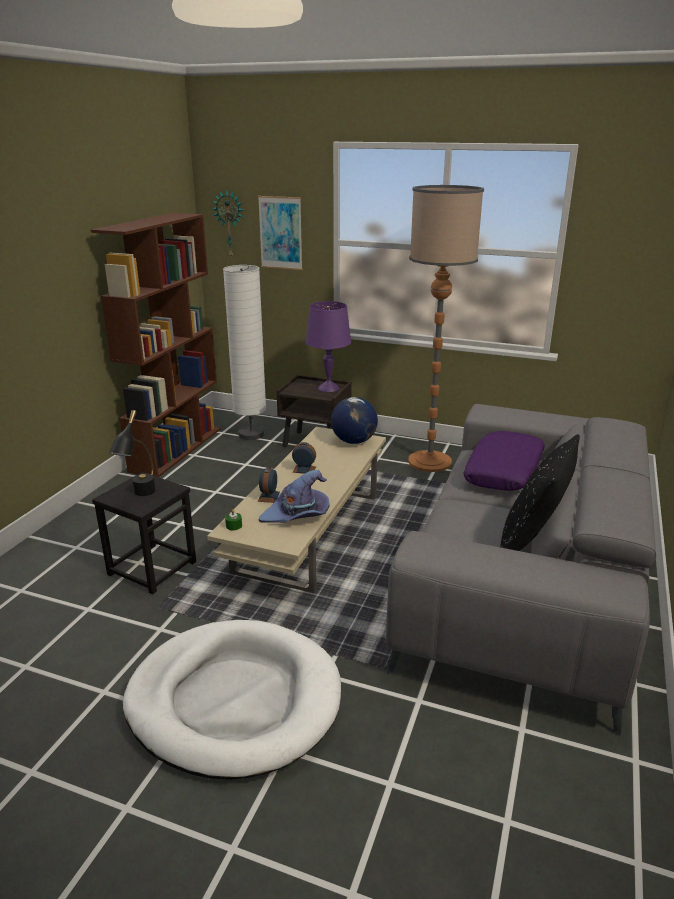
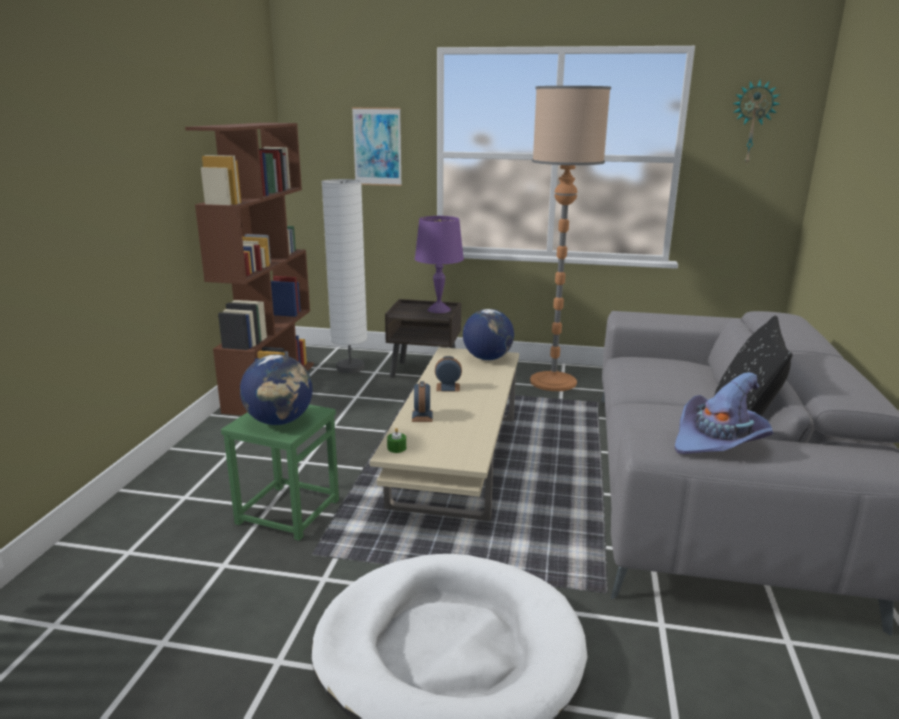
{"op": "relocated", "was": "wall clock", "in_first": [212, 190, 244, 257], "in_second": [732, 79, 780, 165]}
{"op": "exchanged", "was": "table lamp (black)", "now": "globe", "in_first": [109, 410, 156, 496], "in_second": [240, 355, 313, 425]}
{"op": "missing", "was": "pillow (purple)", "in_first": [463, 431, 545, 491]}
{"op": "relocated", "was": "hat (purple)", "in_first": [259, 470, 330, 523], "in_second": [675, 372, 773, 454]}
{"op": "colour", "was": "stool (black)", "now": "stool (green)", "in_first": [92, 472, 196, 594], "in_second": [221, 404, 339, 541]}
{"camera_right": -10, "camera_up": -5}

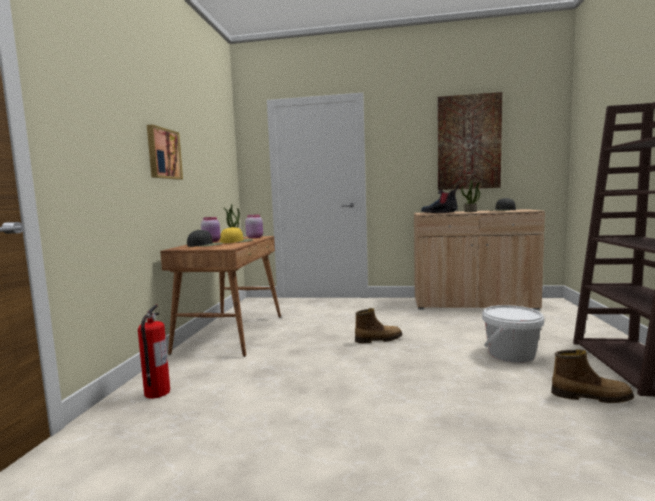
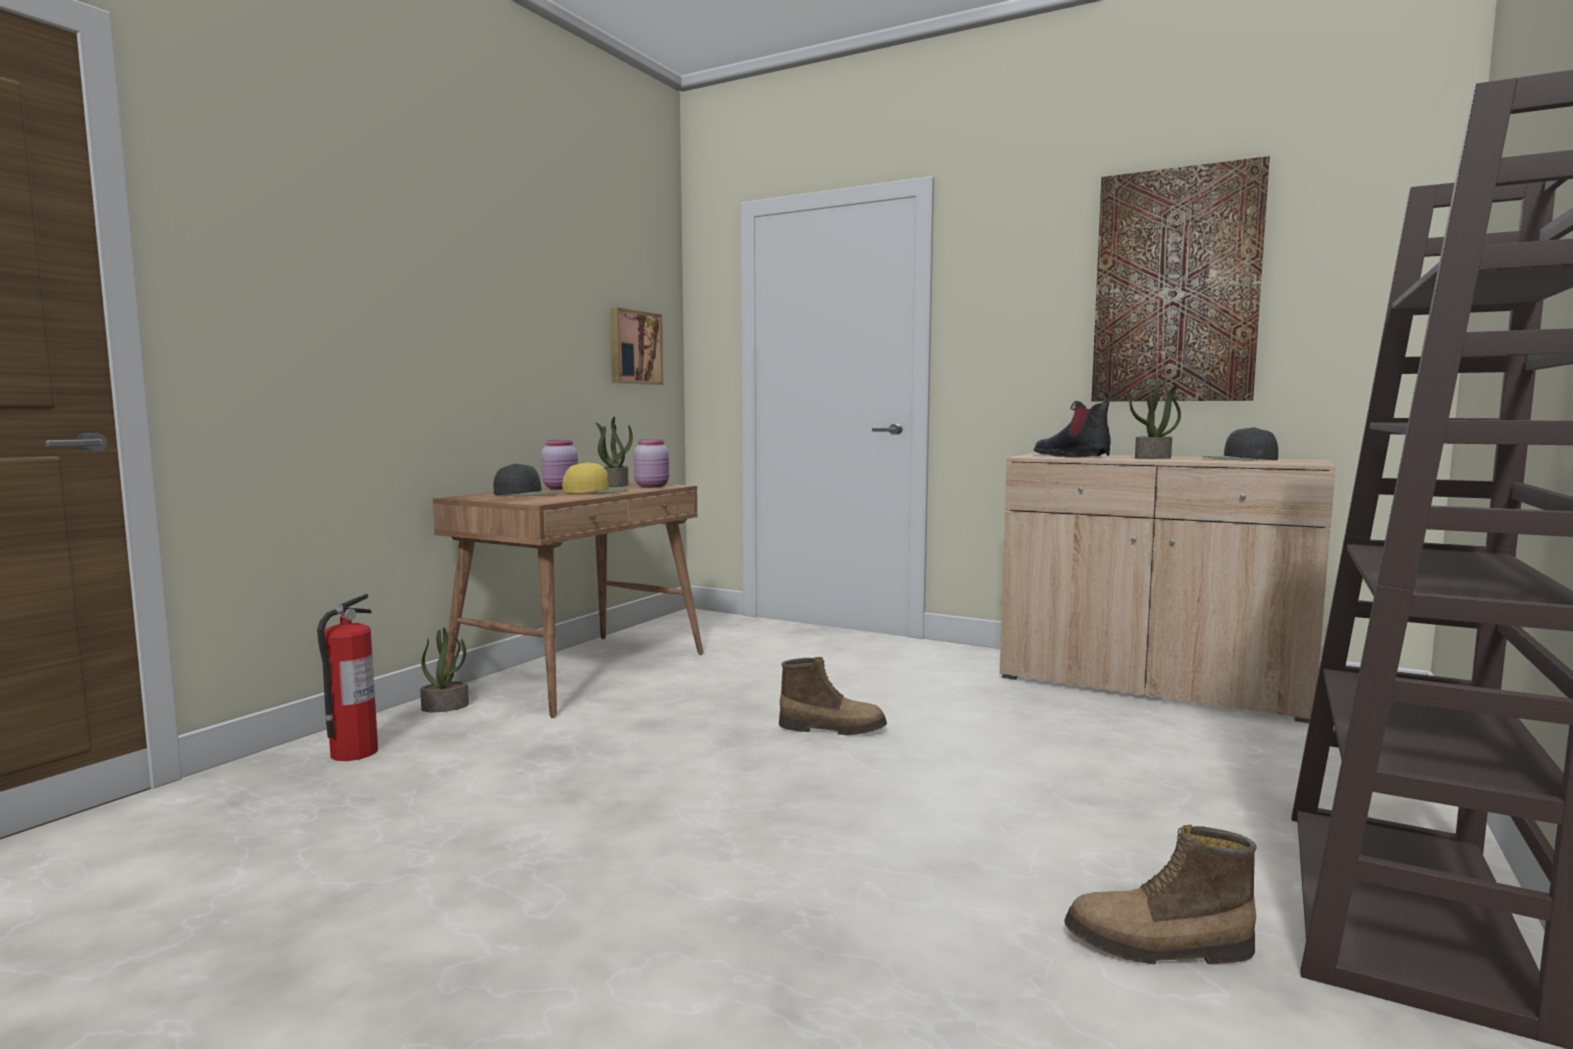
{"op": "relocated", "was": "picture", "in_first": [147, 124, 183, 180], "in_second": [610, 307, 663, 385]}
{"op": "missing", "was": "bucket (white)", "in_first": [482, 305, 544, 363]}
{"op": "spun", "was": "boot", "in_first": [551, 349, 634, 403], "in_second": [1064, 825, 1256, 965], "clockwise": 150}
{"op": "appeared", "now": "potted plant", "in_second": [420, 627, 469, 712]}
{"camera_right": 20, "camera_up": 0}

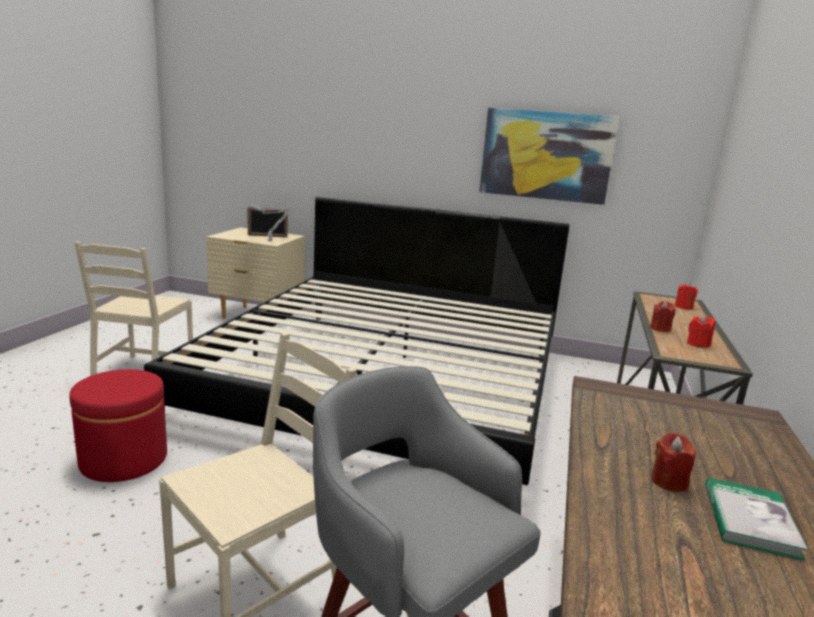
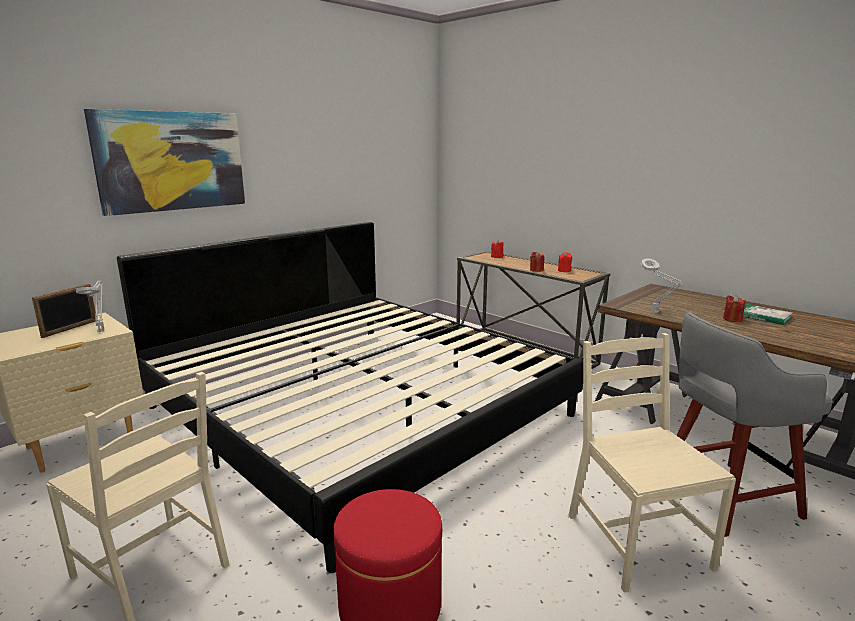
{"op": "relocated", "was": "picture", "in_first": [479, 108, 619, 205], "in_second": [84, 109, 245, 216]}
{"op": "appeared", "now": "table lamp (grey)", "in_second": [641, 258, 681, 313]}
{"camera_right": -60, "camera_up": 0}

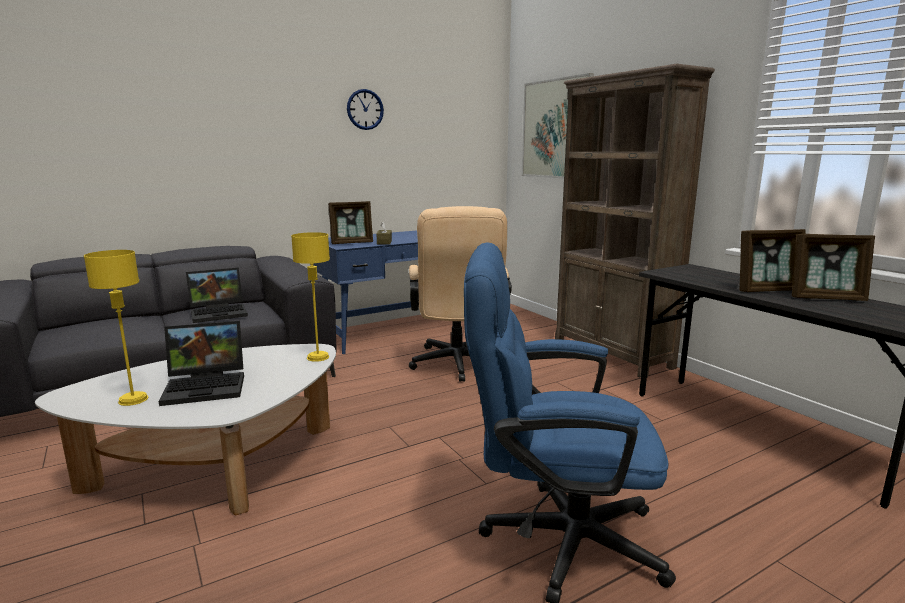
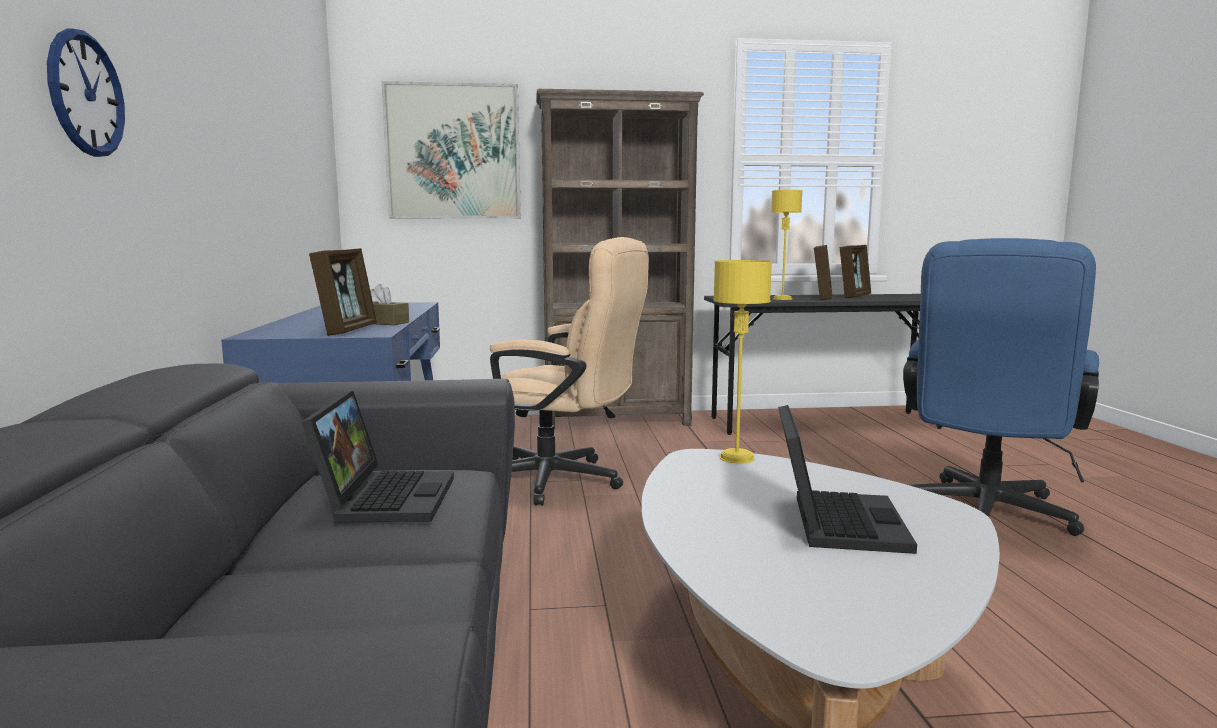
{"op": "relocated", "was": "wall clock", "in_first": [347, 89, 384, 130], "in_second": [47, 28, 125, 157]}
{"op": "relocated", "was": "table lamp (yellow)", "in_first": [84, 250, 148, 406], "in_second": [771, 190, 803, 300]}
{"camera_right": -65, "camera_up": -5}

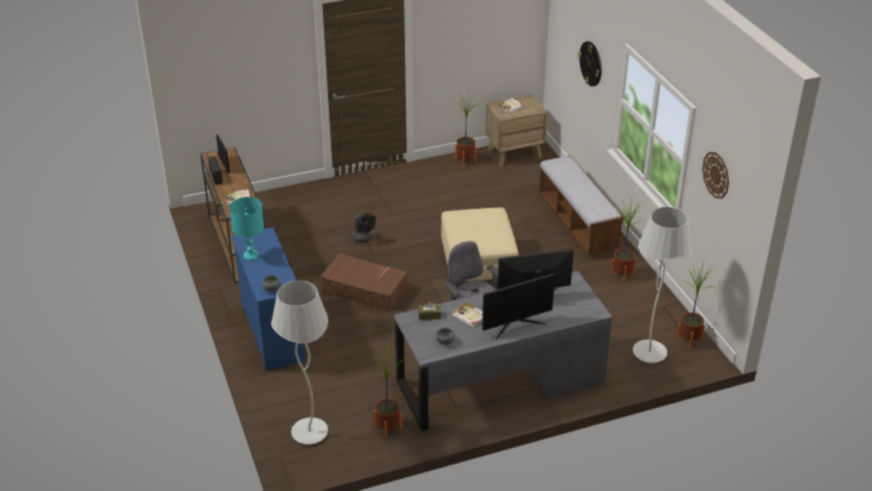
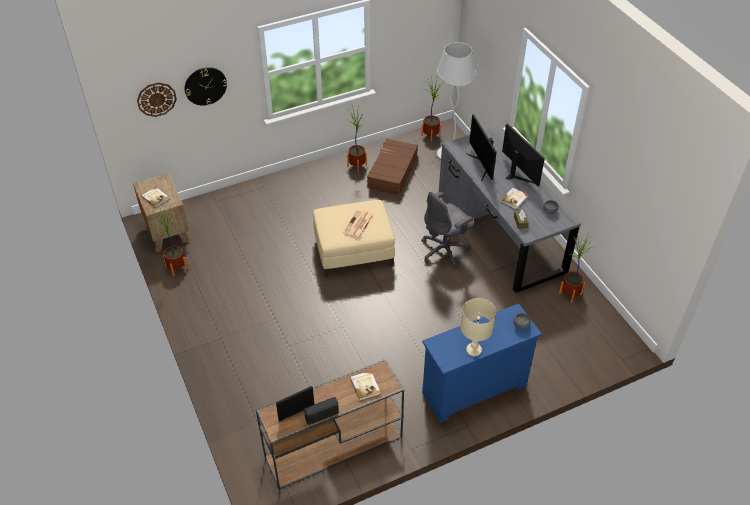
{"op": "relocated", "was": "wall clock", "in_first": [702, 152, 729, 199], "in_second": [137, 82, 177, 117]}
{"op": "missing", "was": "bench", "in_first": [539, 156, 624, 257]}
{"op": "colour", "was": "table lamp (turquoise)", "now": "table lamp (beige)", "in_first": [229, 197, 264, 261], "in_second": [461, 298, 496, 356]}
{"op": "missing", "was": "fan (black)", "in_first": [353, 213, 376, 243]}
{"op": "relocated", "was": "suitcase (brown)", "in_first": [320, 253, 408, 311], "in_second": [366, 138, 418, 196]}
{"op": "missing", "was": "floor lamp (white)", "in_first": [271, 281, 328, 445]}
{"op": "appeared", "now": "newspaper", "in_second": [343, 210, 374, 238]}
{"camera_right": -95, "camera_up": 10}

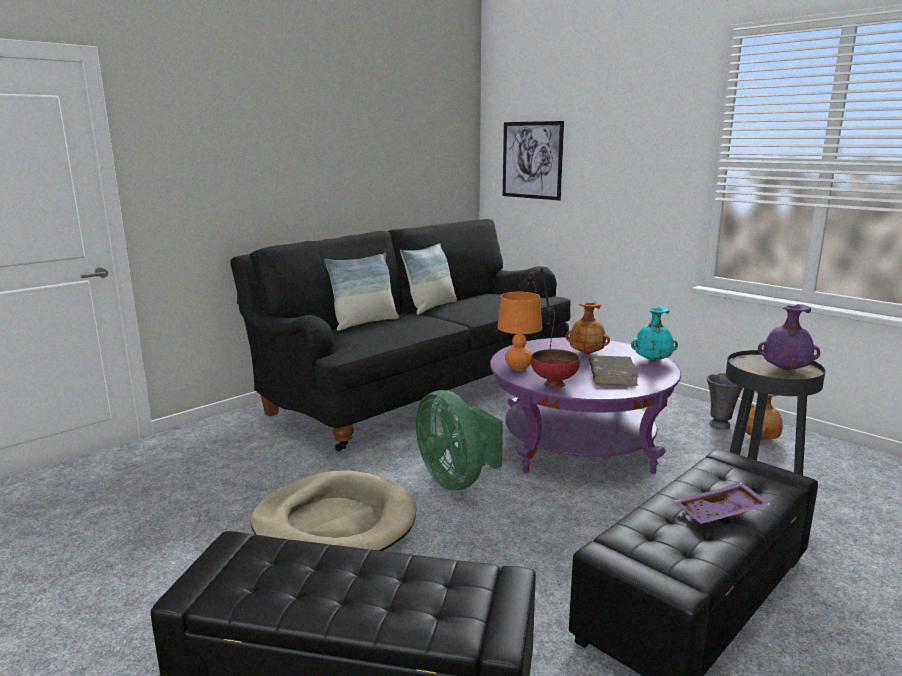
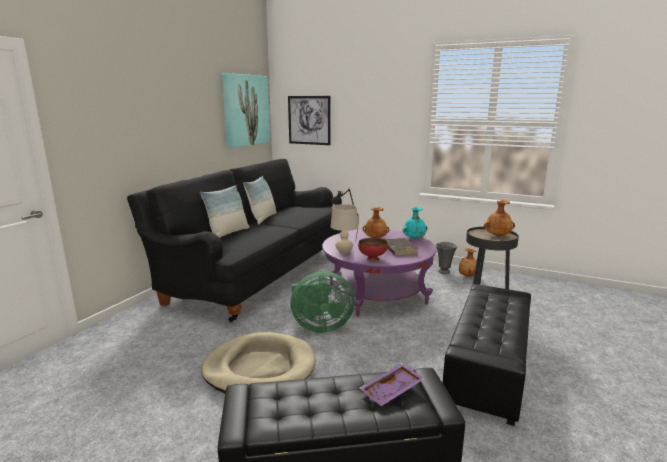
{"op": "colour", "was": "table lamp (orange)", "now": "table lamp (beige)", "in_first": [497, 292, 542, 371], "in_second": [331, 204, 358, 254]}
{"op": "colour", "was": "vase (purple)", "now": "vase (brown)", "in_first": [758, 304, 820, 370], "in_second": [484, 200, 515, 236]}
{"op": "spun", "was": "fan (green)", "in_first": [416, 390, 503, 490], "in_second": [291, 272, 355, 333], "clockwise": -45}
{"op": "relocated", "was": "tray (purple)", "in_first": [675, 482, 771, 524], "in_second": [360, 363, 425, 406]}
{"op": "appeared", "now": "picture", "in_second": [222, 73, 270, 148]}
{"camera_right": -20, "camera_up": 0}

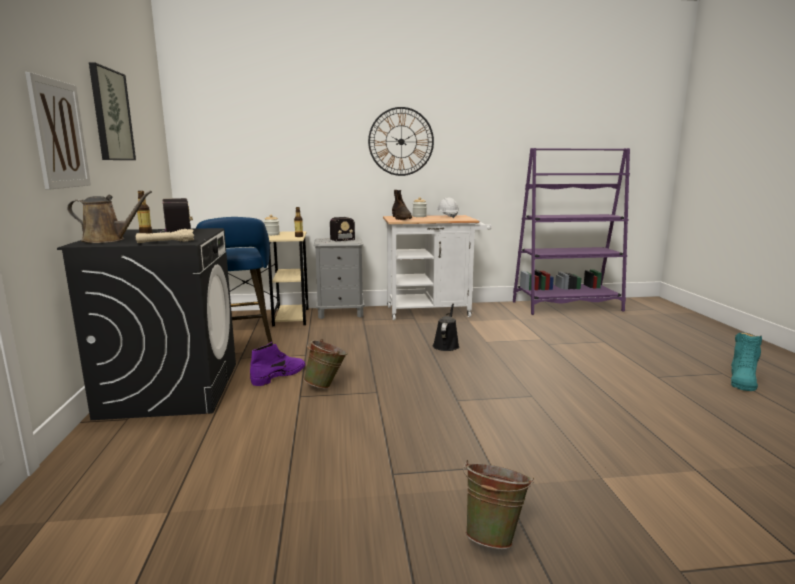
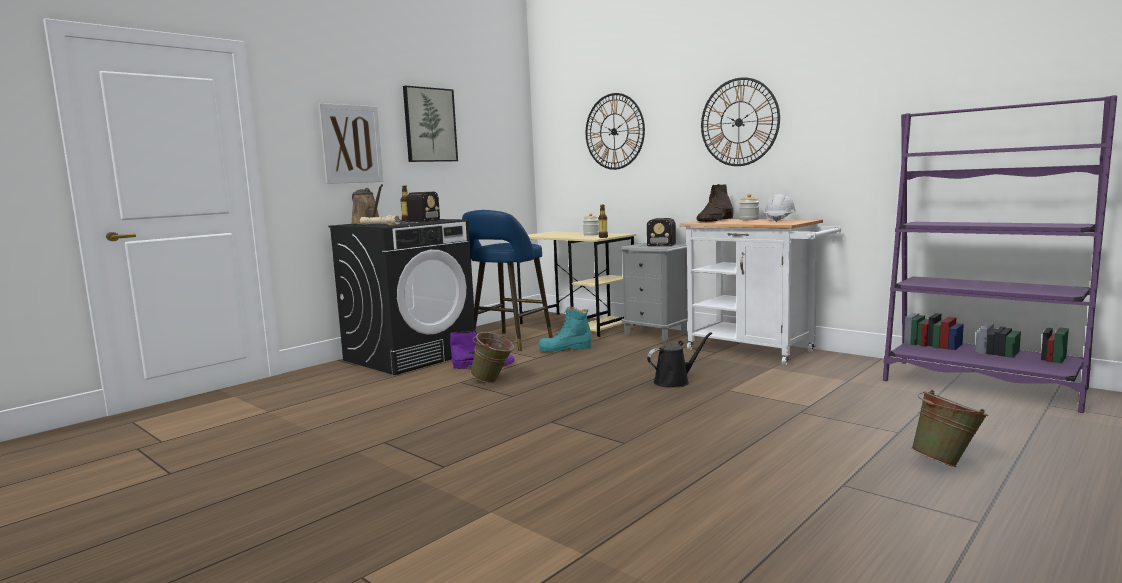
{"op": "relocated", "was": "boot (turquoise)", "in_first": [731, 332, 762, 391], "in_second": [539, 306, 592, 352]}
{"op": "relocated", "was": "bucket (green)", "in_first": [463, 460, 534, 549], "in_second": [911, 390, 989, 467]}
{"op": "appeared", "now": "wall clock", "in_second": [586, 93, 645, 170]}
{"camera_right": 50, "camera_up": -5}

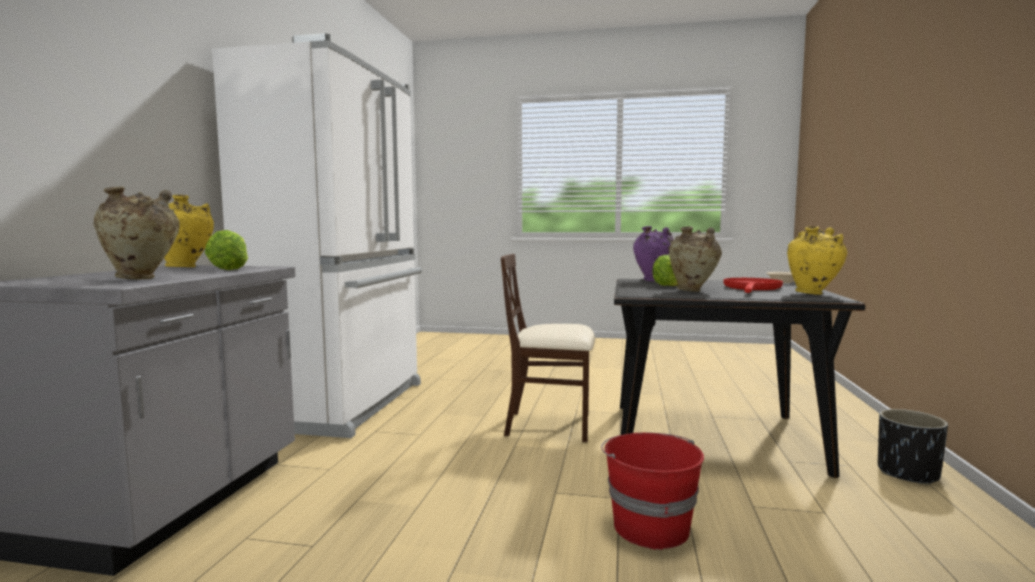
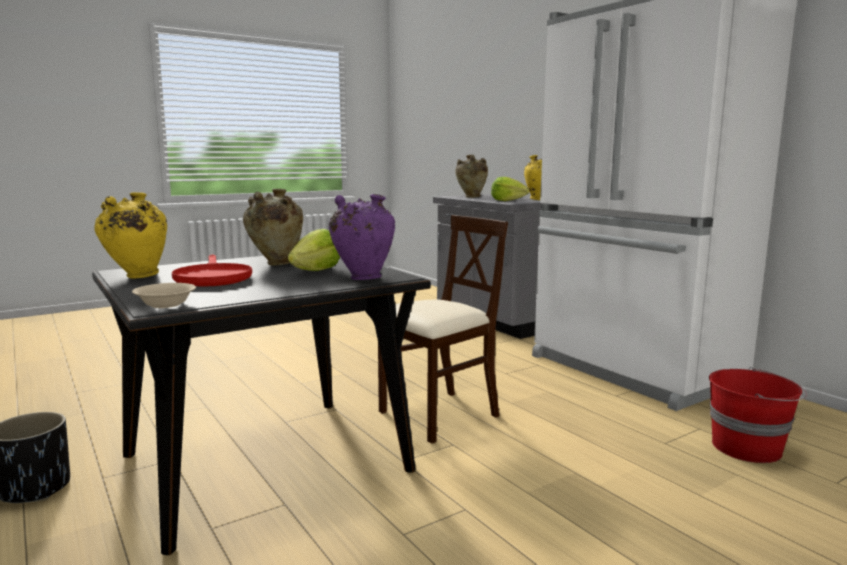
{"op": "relocated", "was": "bucket (red)", "in_first": [601, 433, 704, 550], "in_second": [709, 367, 807, 463]}
{"camera_right": 135, "camera_up": 5}

